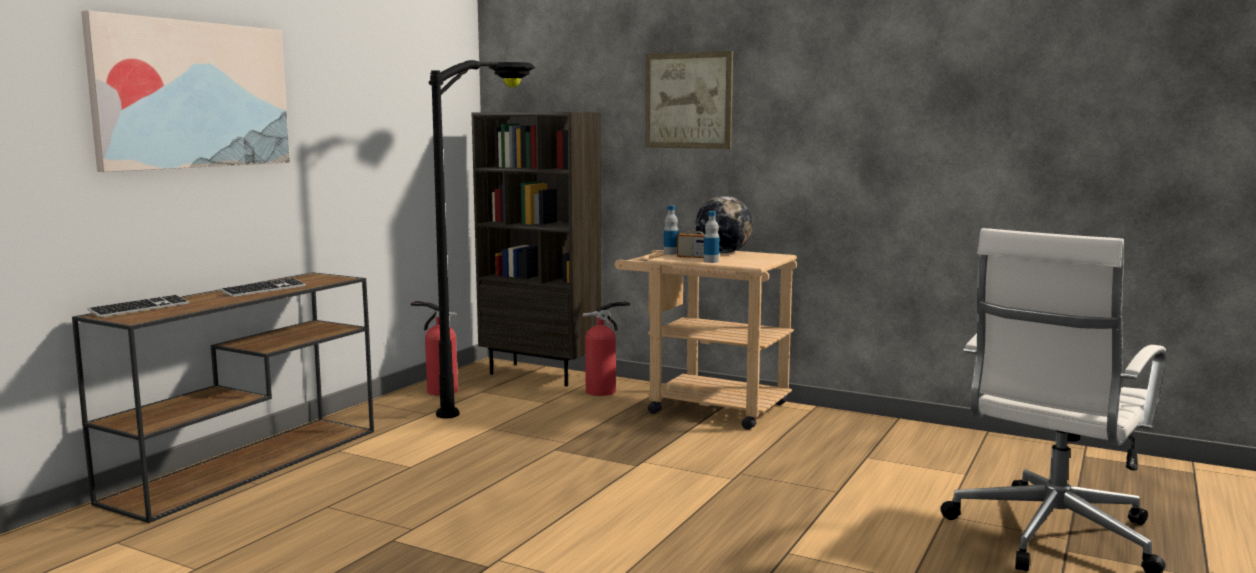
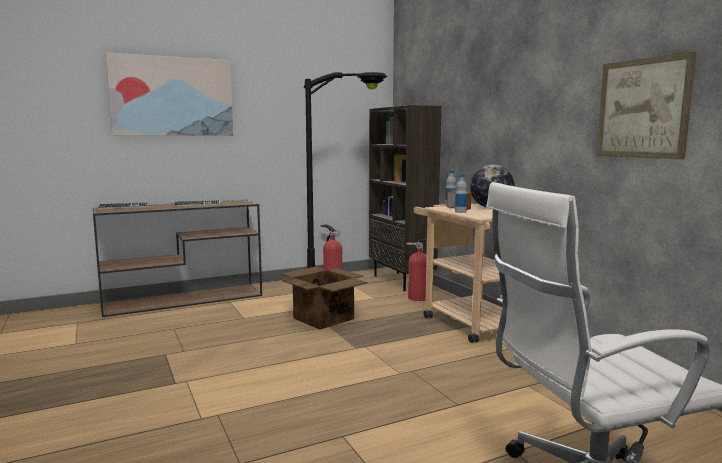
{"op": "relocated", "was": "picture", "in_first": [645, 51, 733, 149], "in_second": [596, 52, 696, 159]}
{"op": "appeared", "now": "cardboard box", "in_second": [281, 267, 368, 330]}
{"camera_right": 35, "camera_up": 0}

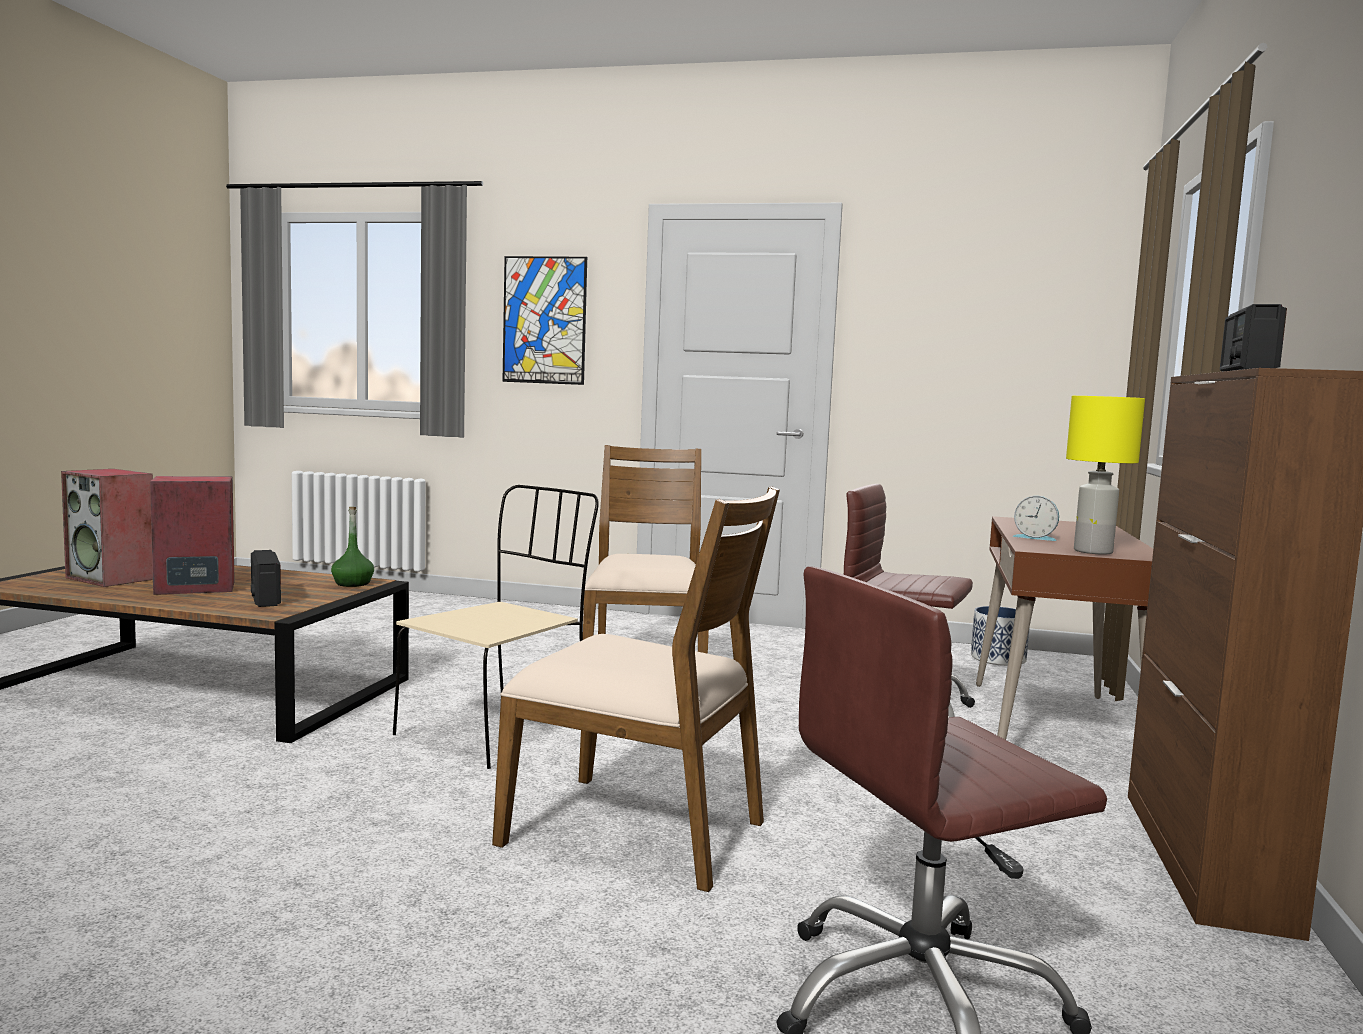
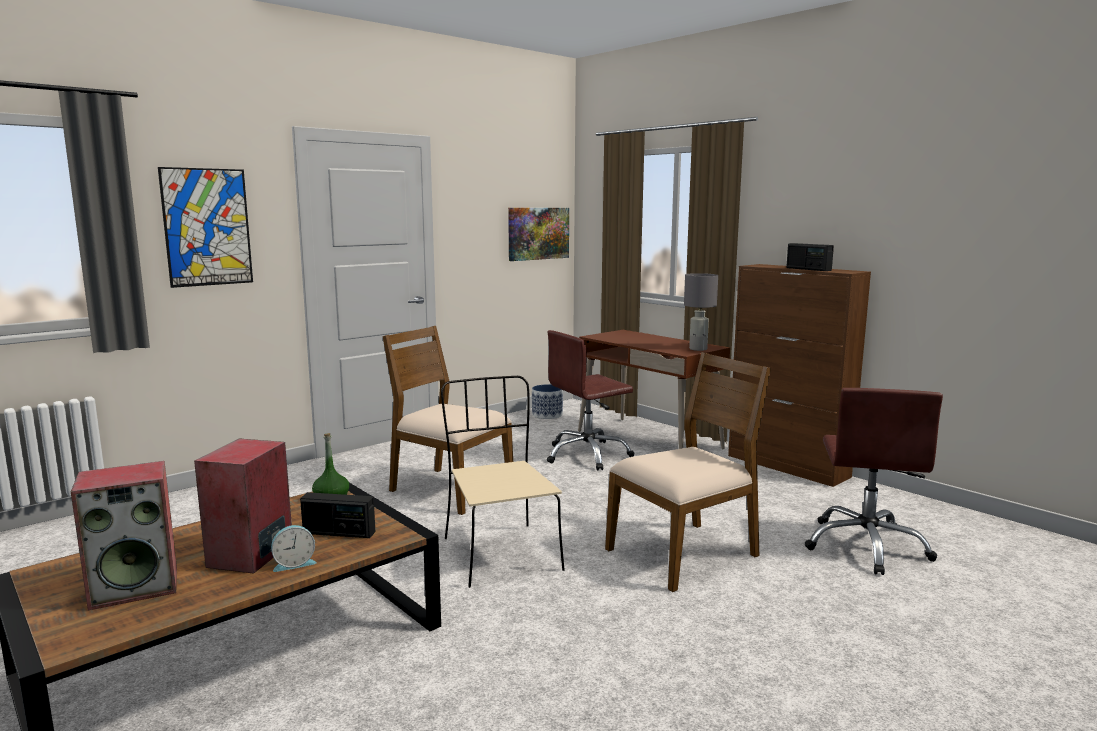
{"op": "colour", "was": "table lamp (yellow)", "now": "table lamp (grey)", "in_first": [1066, 396, 1145, 555], "in_second": [684, 273, 718, 351]}
{"op": "relocated", "was": "alarm clock", "in_first": [1012, 496, 1059, 541], "in_second": [271, 525, 317, 572]}
{"op": "appeared", "now": "picture", "in_second": [508, 208, 569, 261]}
{"camera_right": -55, "camera_up": 5}

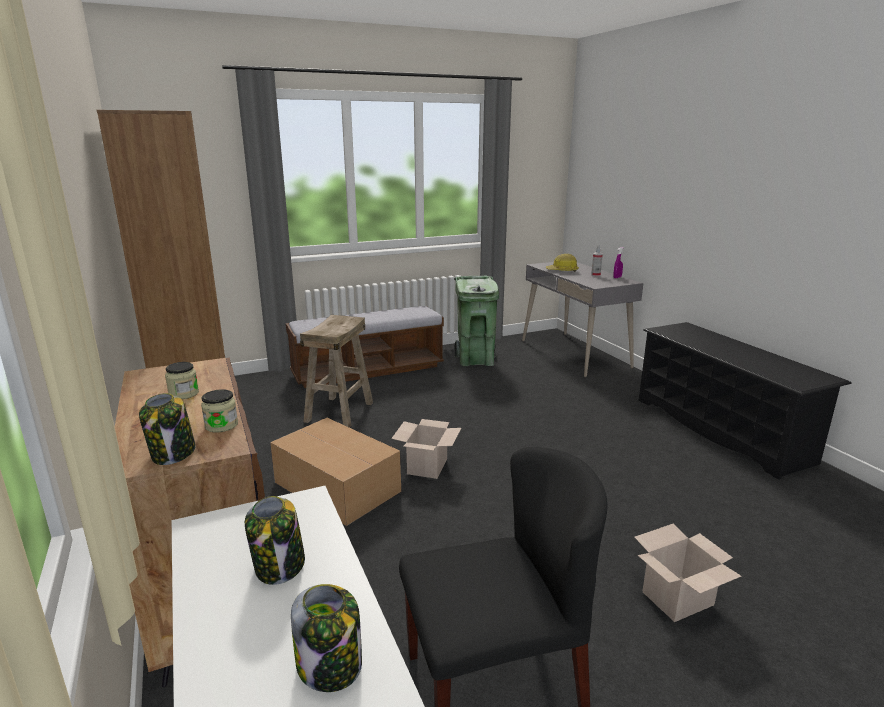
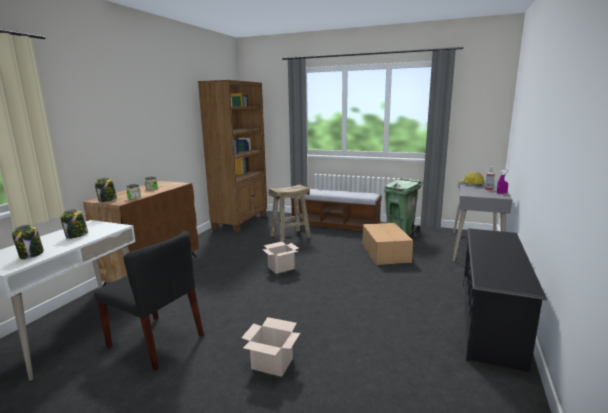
{"op": "relocated", "was": "cardboard box", "in_first": [270, 418, 401, 526], "in_second": [362, 223, 413, 265]}
{"camera_right": 45, "camera_up": -5}

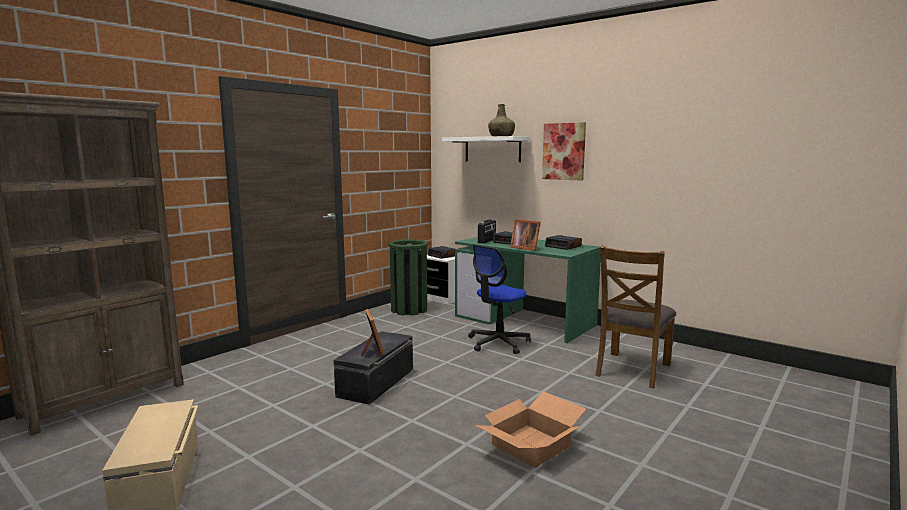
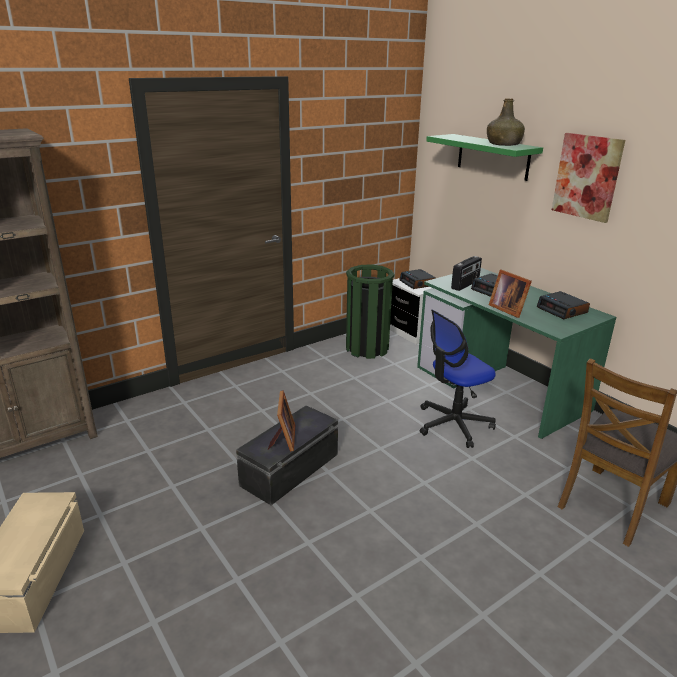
{"op": "colour", "was": "shelf (white)", "now": "shelf (green)", "in_first": [442, 136, 529, 162], "in_second": [426, 134, 543, 181]}
{"op": "missing", "was": "cardboard box", "in_first": [475, 391, 586, 468]}
{"camera_right": 15, "camera_up": 15}

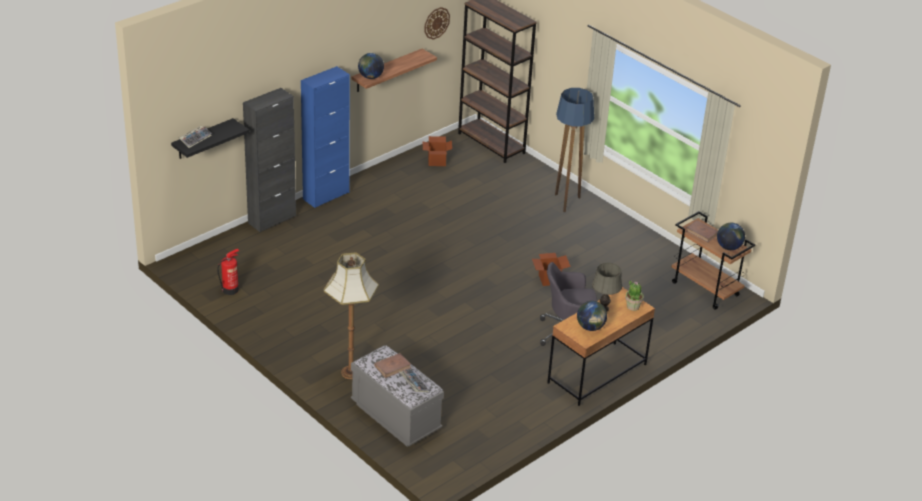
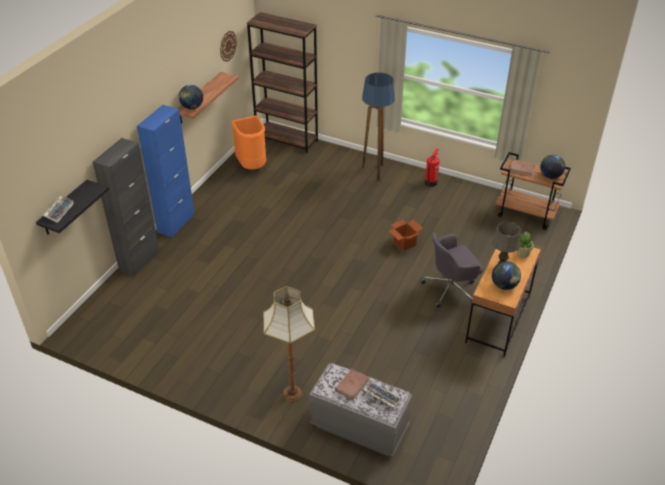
{"op": "exchanged", "was": "cardboard box", "now": "trash can (orange)", "in_first": [423, 136, 452, 166], "in_second": [231, 116, 266, 170]}
{"op": "relocated", "was": "fire extinguisher", "in_first": [217, 249, 239, 295], "in_second": [425, 149, 440, 187]}
{"camera_right": -20, "camera_up": 5}

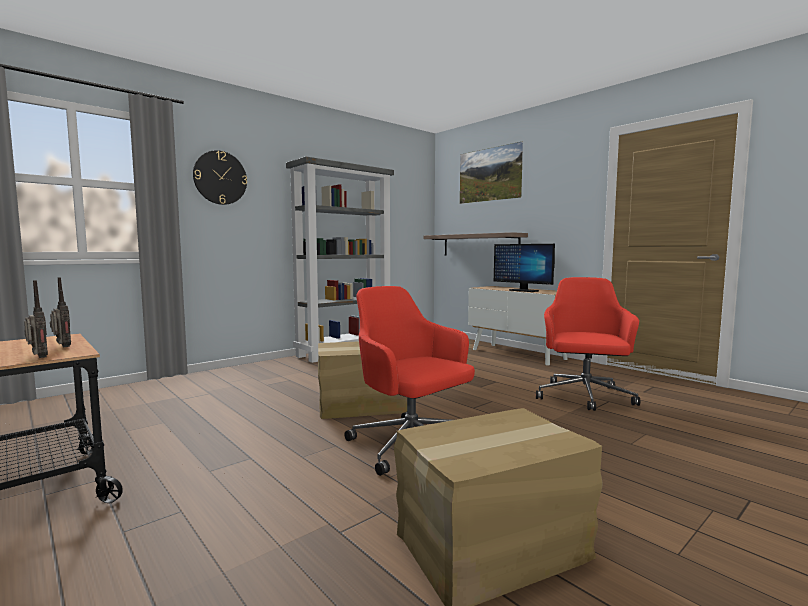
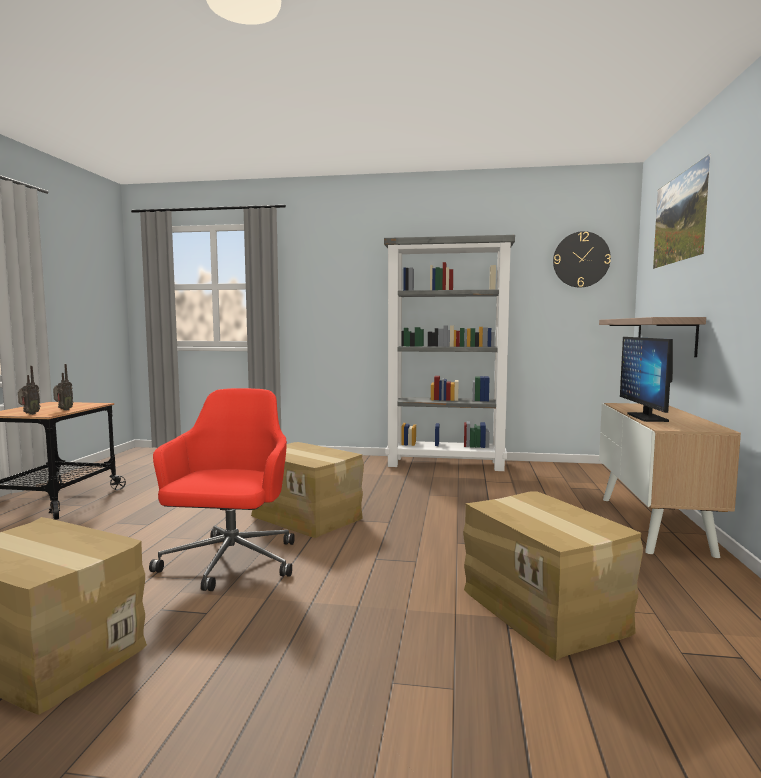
{"op": "relocated", "was": "wall clock", "in_first": [193, 150, 247, 205], "in_second": [553, 231, 611, 288]}
{"op": "exchanged", "was": "office chair (red)", "now": "cardboard box", "in_first": [536, 277, 640, 411], "in_second": [463, 491, 643, 661]}
{"camera_right": 50, "camera_up": 0}

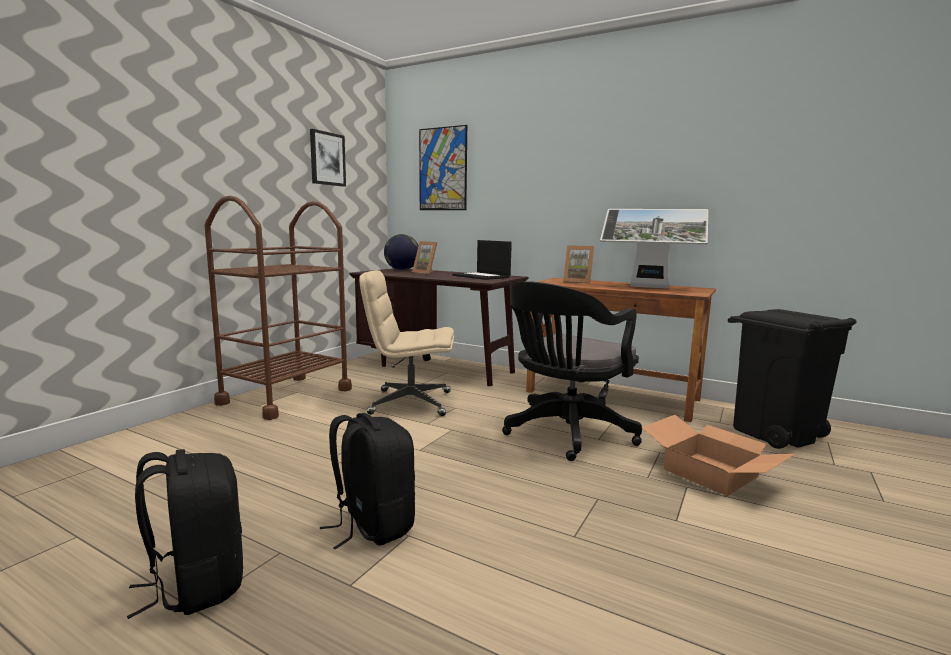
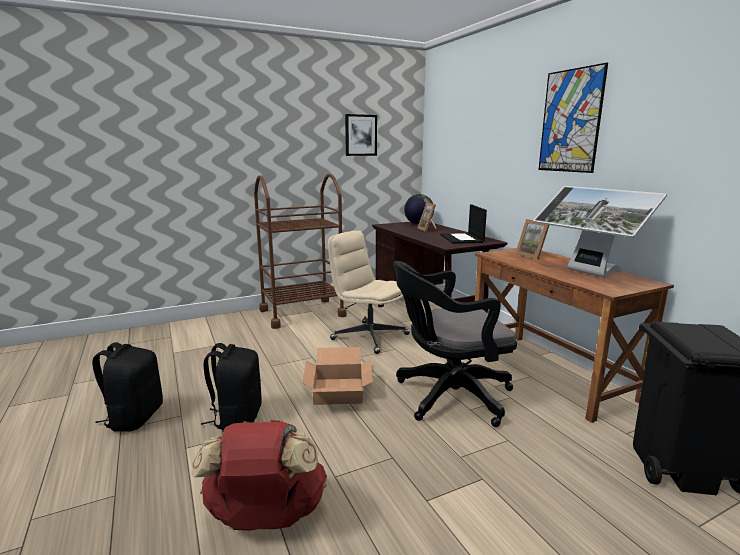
{"op": "relocated", "was": "picture", "in_first": [419, 125, 467, 210], "in_second": [538, 63, 608, 173]}
{"op": "relocated", "was": "cardboard box", "in_first": [641, 415, 795, 496], "in_second": [302, 347, 373, 405]}
{"op": "appeared", "now": "backpack (red)", "in_second": [191, 420, 327, 531]}
{"camera_right": 35, "camera_up": 5}

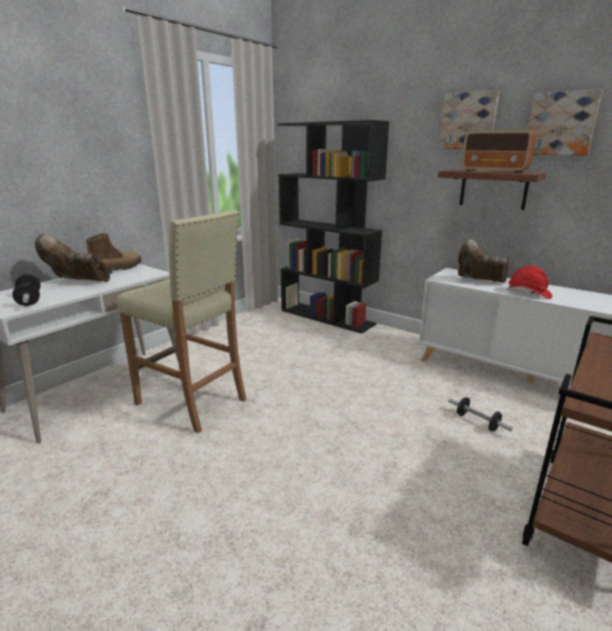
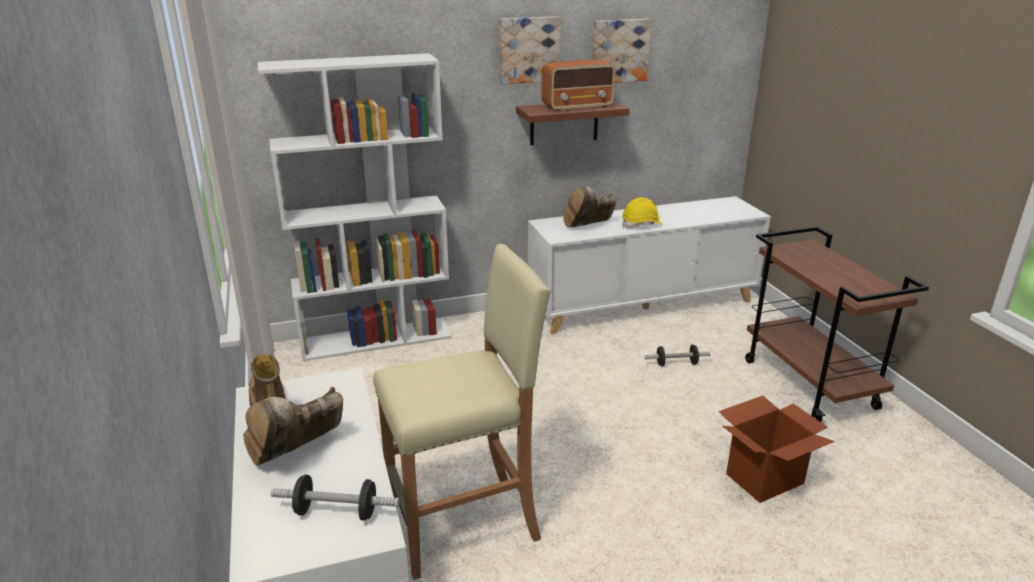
{"op": "colour", "was": "bookcase (black)", "now": "bookcase (white)", "in_first": [277, 120, 389, 334], "in_second": [258, 53, 452, 361]}
{"op": "colour", "was": "hard hat (red)", "now": "hard hat (yellow)", "in_first": [506, 266, 553, 299], "in_second": [622, 198, 663, 229]}
{"op": "appeared", "now": "cardboard box", "in_second": [719, 396, 835, 503]}
{"camera_right": -55, "camera_up": 5}

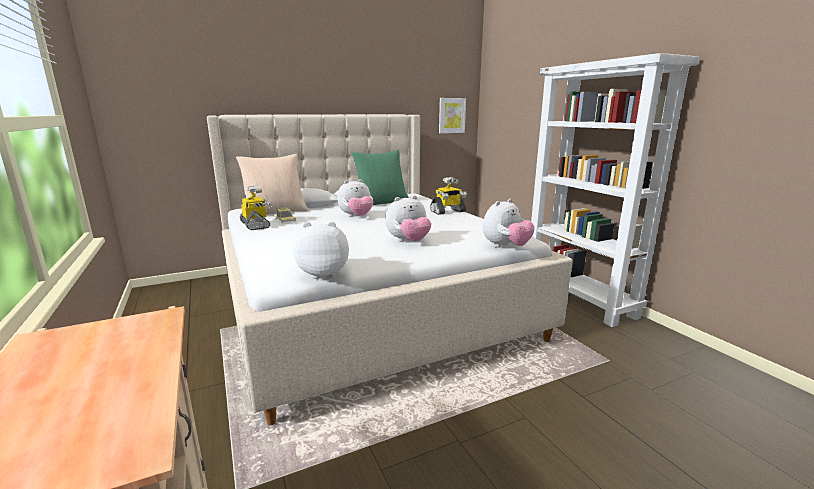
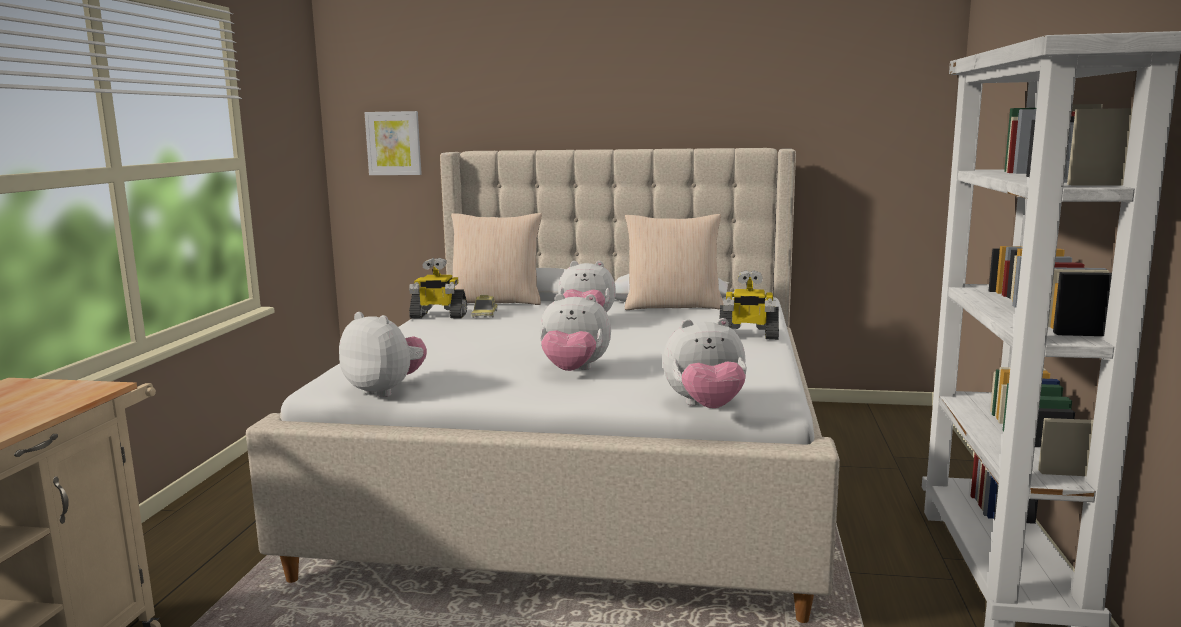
{"op": "relocated", "was": "picture", "in_first": [439, 98, 466, 133], "in_second": [364, 111, 422, 175]}
{"op": "colour", "was": "pillow (green)", "now": "pillow (beige)", "in_first": [351, 150, 408, 205], "in_second": [625, 214, 723, 310]}
{"op": "spun", "was": "toy robot", "in_first": [240, 185, 272, 230], "in_second": [409, 258, 467, 319], "clockwise": 90}
{"camera_right": 35, "camera_up": -5}

